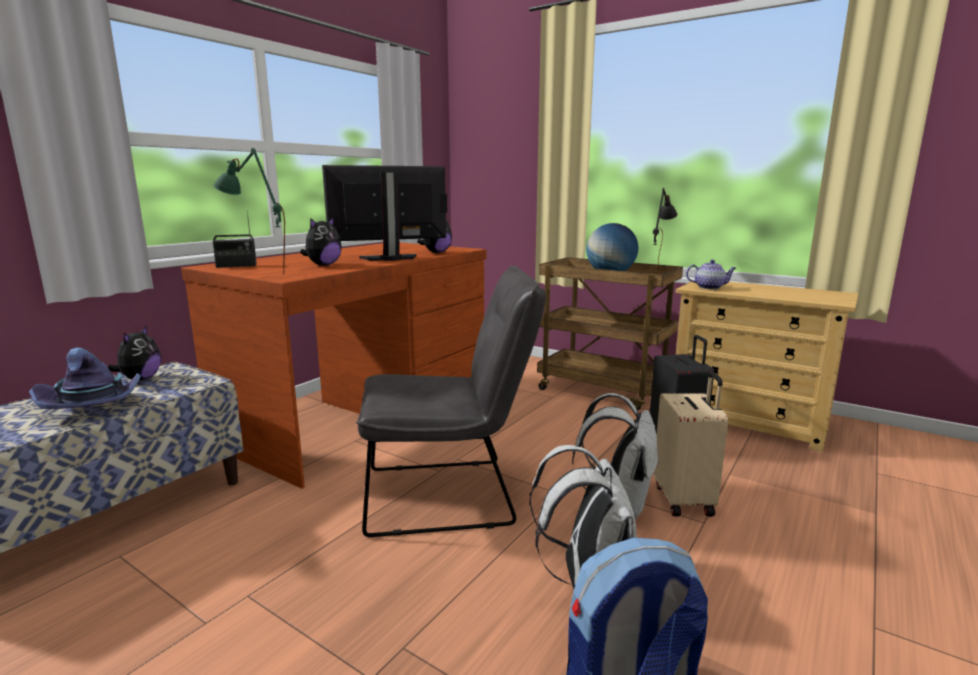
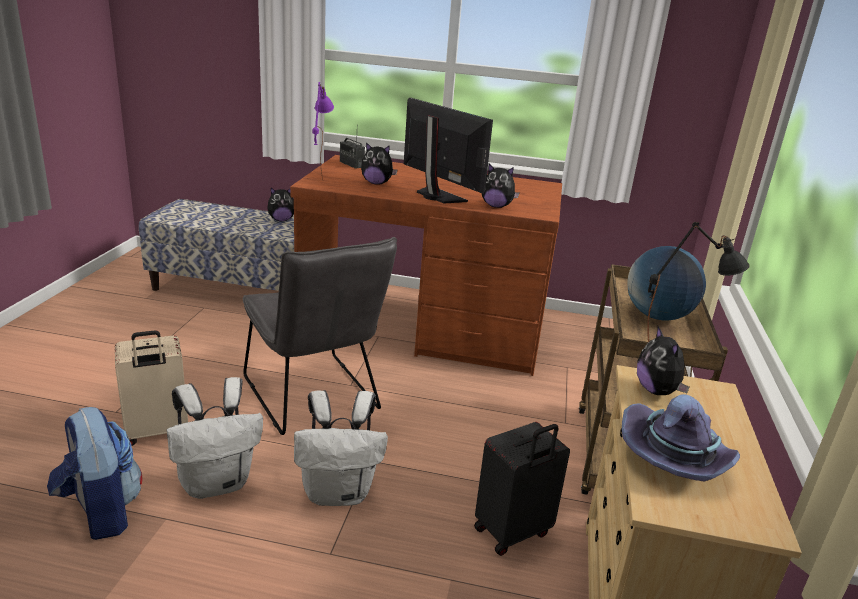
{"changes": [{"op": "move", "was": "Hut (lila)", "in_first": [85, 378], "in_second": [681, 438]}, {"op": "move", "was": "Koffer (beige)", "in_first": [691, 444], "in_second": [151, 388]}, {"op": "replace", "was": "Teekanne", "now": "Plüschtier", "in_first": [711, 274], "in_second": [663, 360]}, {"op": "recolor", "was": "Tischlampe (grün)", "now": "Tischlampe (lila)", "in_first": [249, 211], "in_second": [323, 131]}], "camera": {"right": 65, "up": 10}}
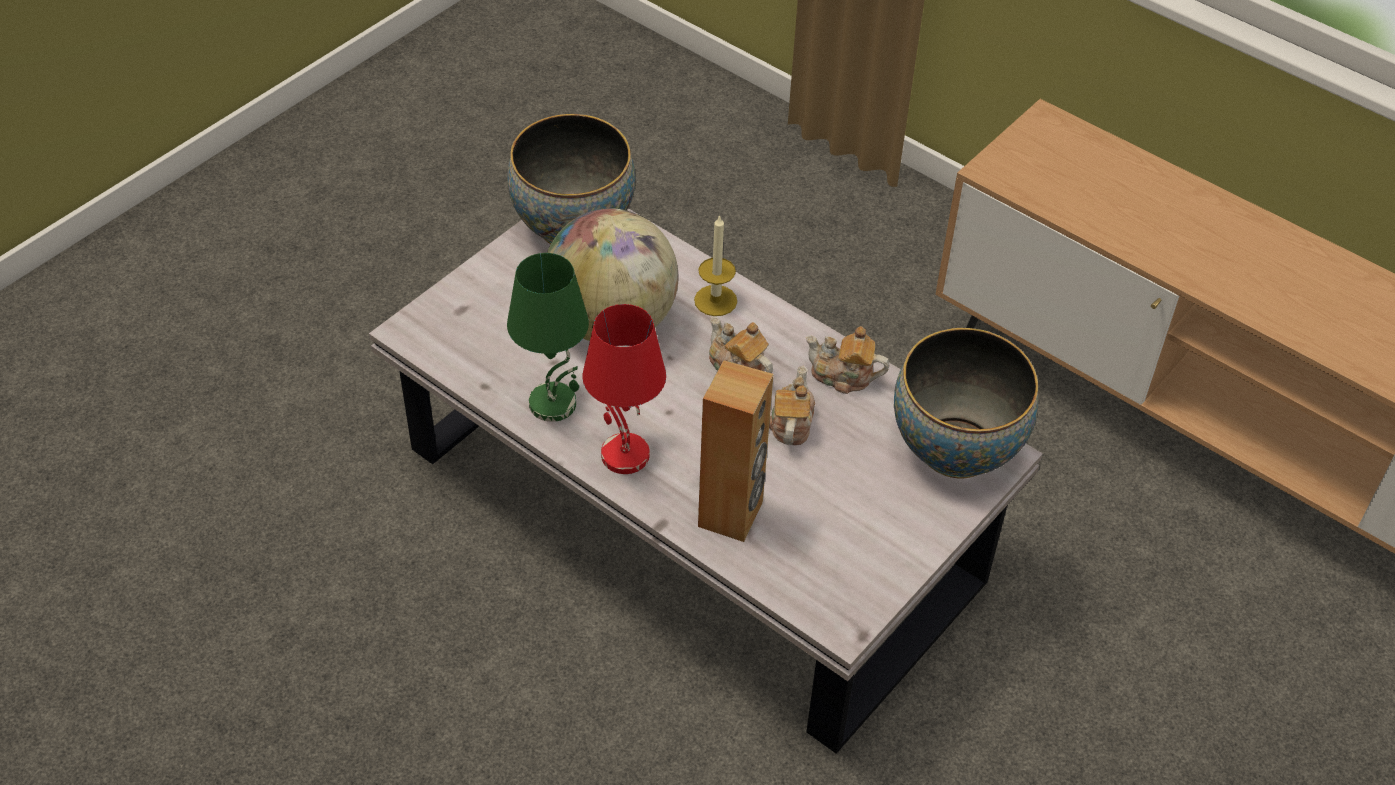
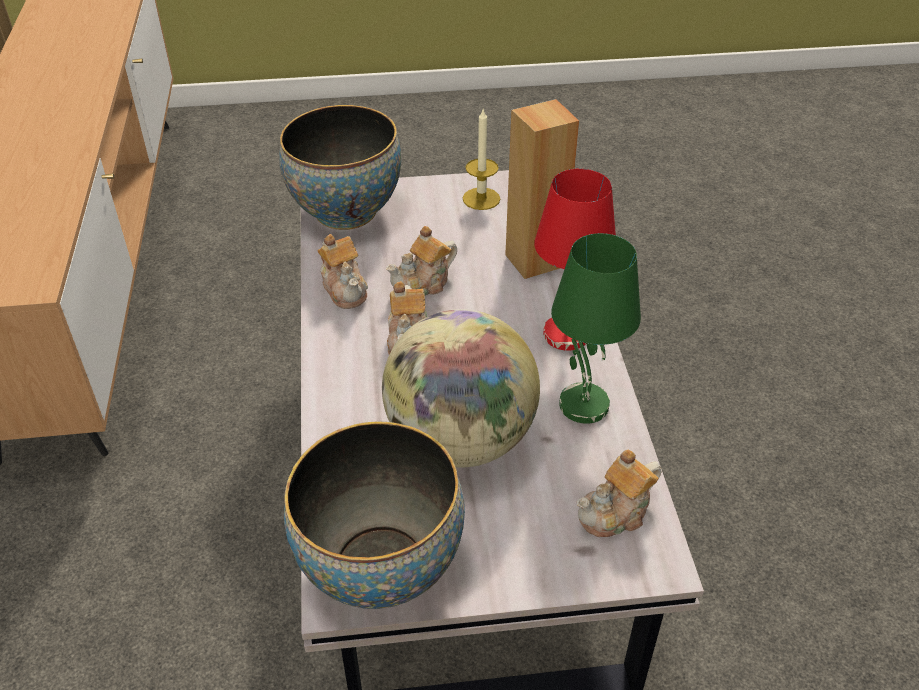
{"changes": [{"op": "insert", "now": "Teekanne", "in_second": [619, 493]}, {"op": "move", "was": "Kerze", "in_first": [715, 265], "in_second": [481, 159]}], "camera": {"right": -135, "up": -5}}
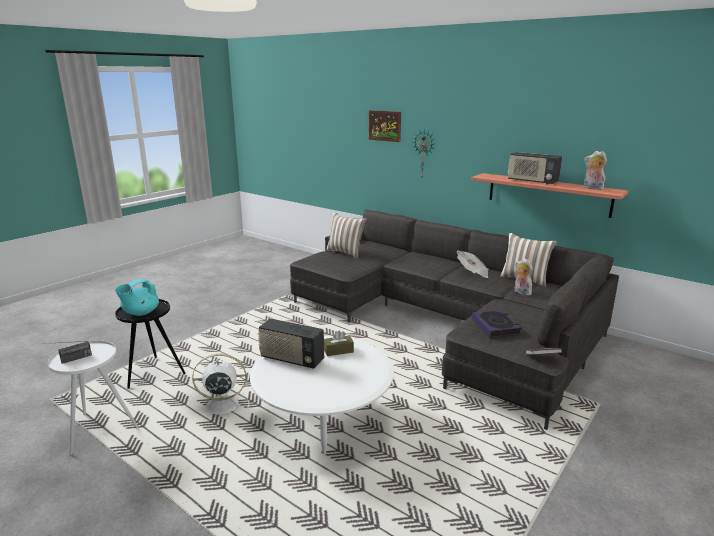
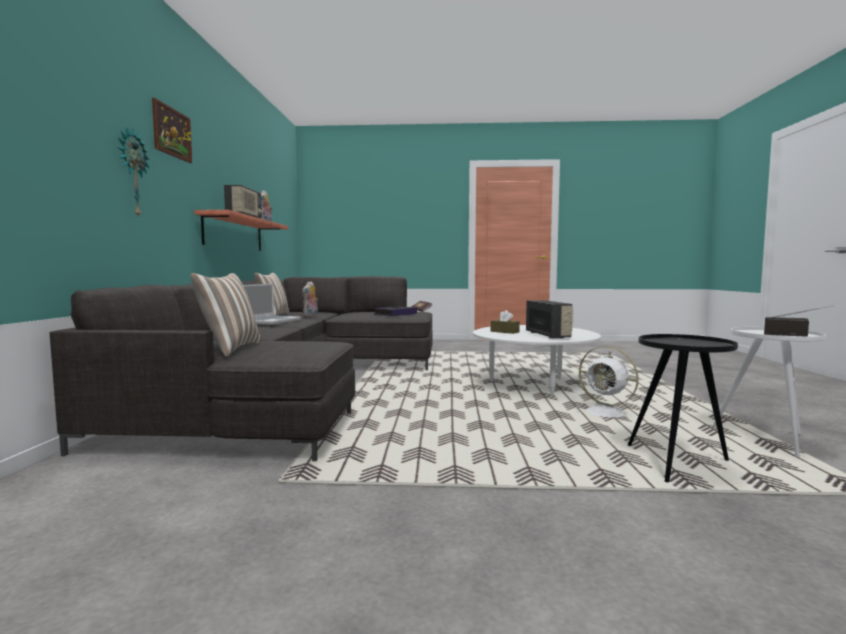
{"changes": [{"op": "delete", "was": "Teekanne (türkis)", "in_first": [137, 297]}, {"op": "move", "was": "Bild", "in_first": [385, 126], "in_second": [172, 130]}, {"op": "replace", "was": "Zeitung", "now": "Laptop", "in_first": [473, 264], "in_second": [272, 304]}], "camera": {"right": -125, "up": -15}}
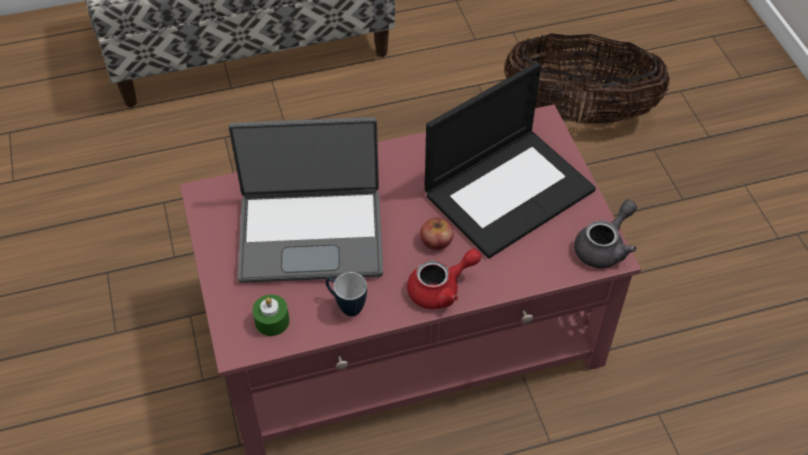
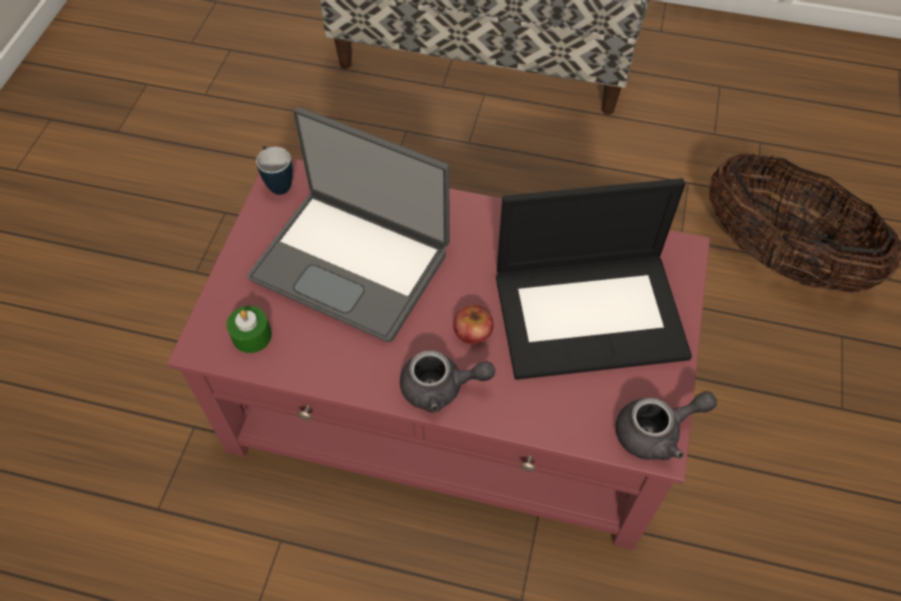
{"changes": [{"op": "move", "was": "Henkelbecher", "in_first": [346, 294], "in_second": [274, 170]}, {"op": "recolor", "was": "Teekanne (rot)", "now": "Teekanne (grau)", "in_first": [444, 279], "in_second": [447, 381]}], "camera": {"right": 30, "up": 5}}
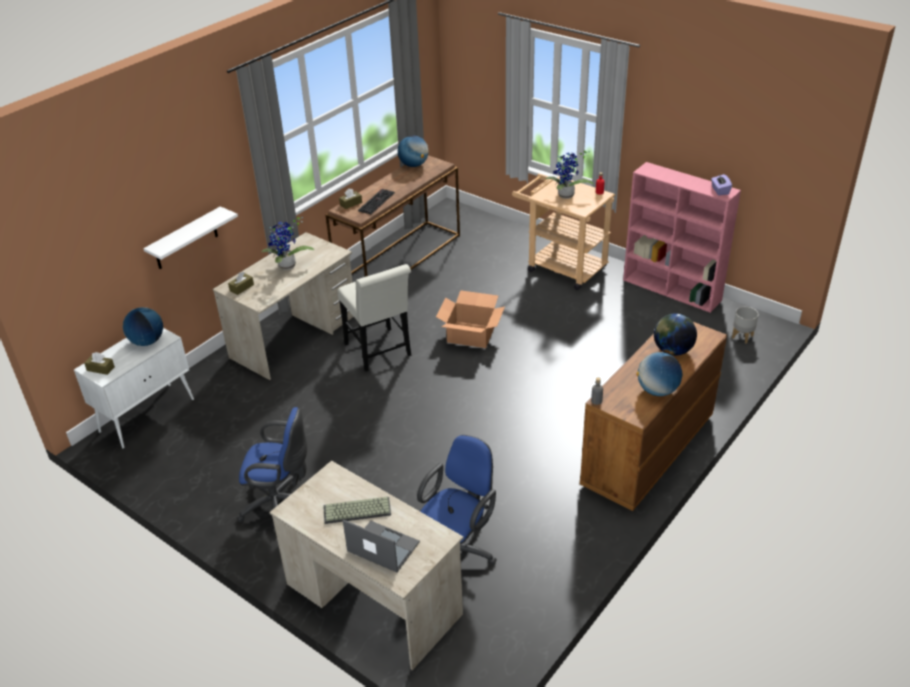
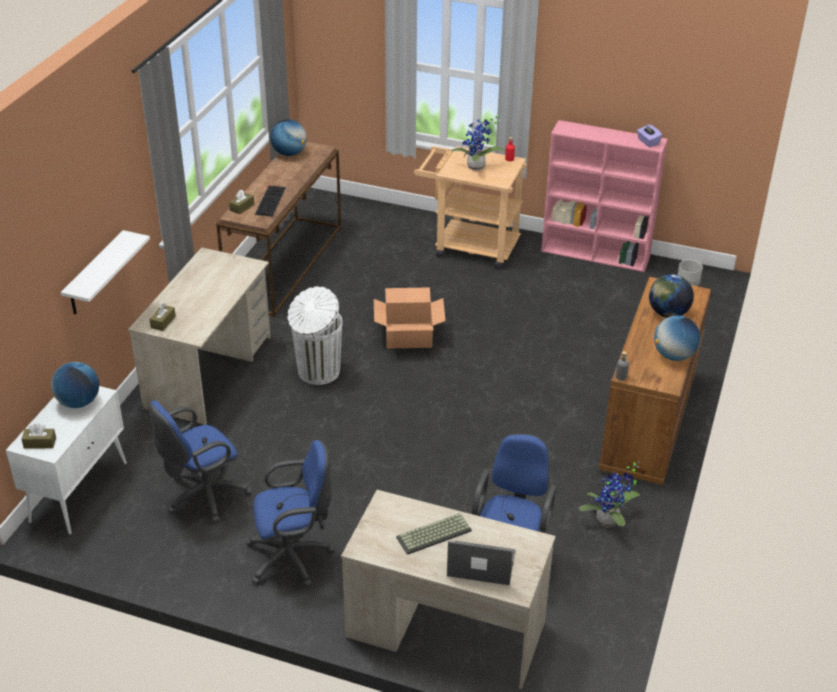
{"changes": [{"op": "insert", "now": "Bürostuhl (blau)", "in_second": [200, 462]}, {"op": "move", "was": "Topfpflanze", "in_first": [288, 243], "in_second": [609, 494]}, {"op": "replace", "was": "Stuhl (weiß)", "now": "Mülleimer (weiß)", "in_first": [374, 318], "in_second": [314, 335]}], "camera": {"right": -20, "up": 0}}
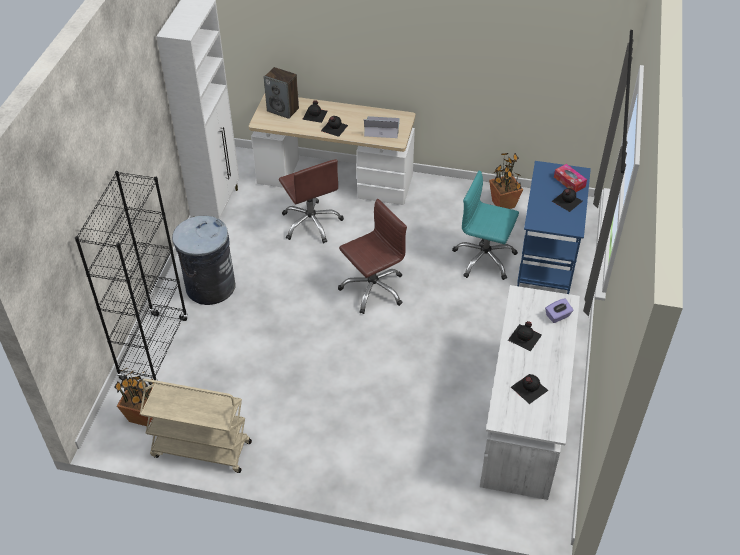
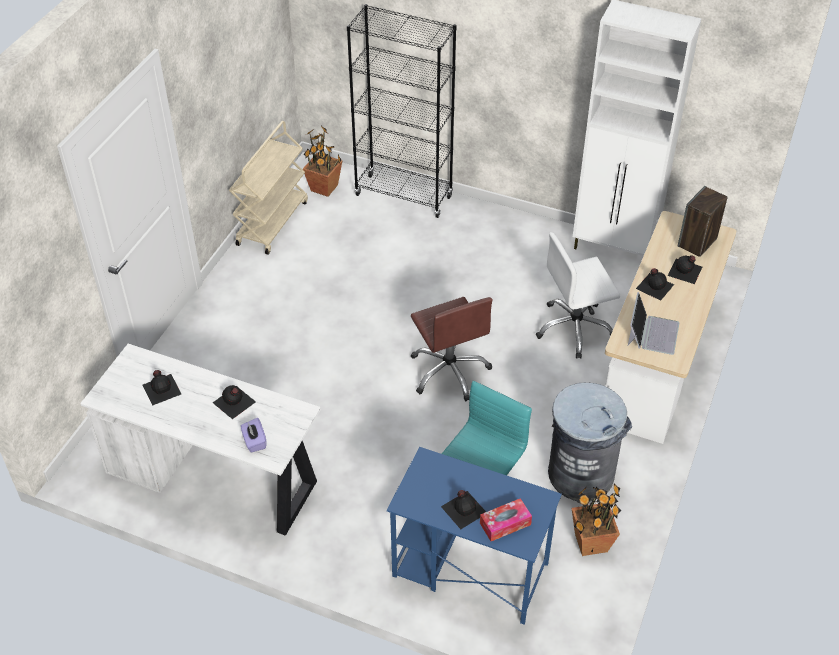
{"changes": [{"op": "move", "was": "Mülleimer (grau)", "in_first": [204, 260], "in_second": [590, 442]}, {"op": "recolor", "was": "Bürostuhl (braun)", "now": "Bürostuhl (weiß)", "in_first": [311, 201], "in_second": [578, 295]}], "camera": {"right": 100, "up": 0}}
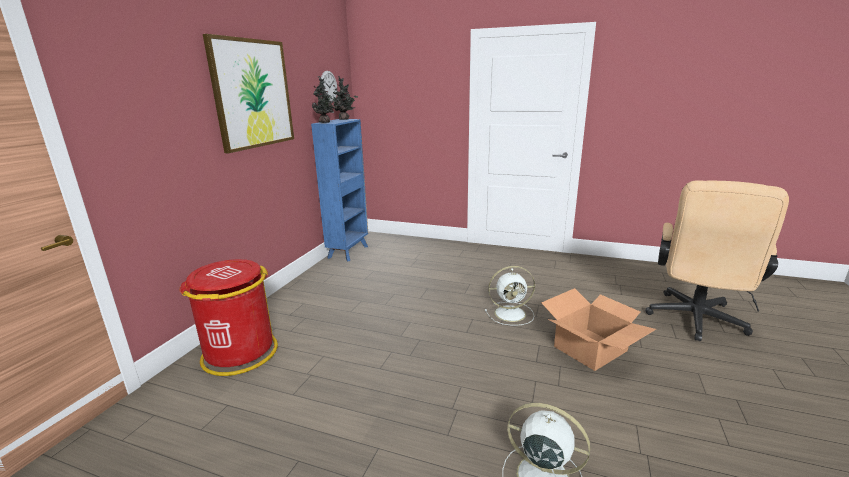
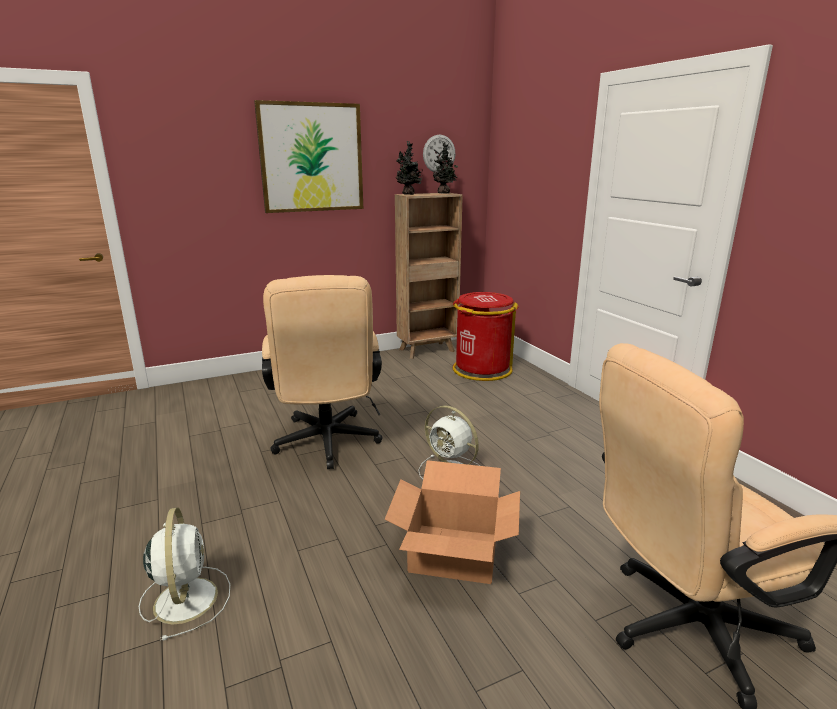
{"changes": [{"op": "insert", "now": "Bürostuhl (beige)", "in_second": [322, 372]}, {"op": "move", "was": "Mülleimer (rot)", "in_first": [228, 317], "in_second": [486, 336]}, {"op": "recolor", "was": "Bücherregal (blau)", "now": "Bücherregal (braun)", "in_first": [339, 190], "in_second": [429, 276]}], "camera": {"right": 45, "up": 0}}
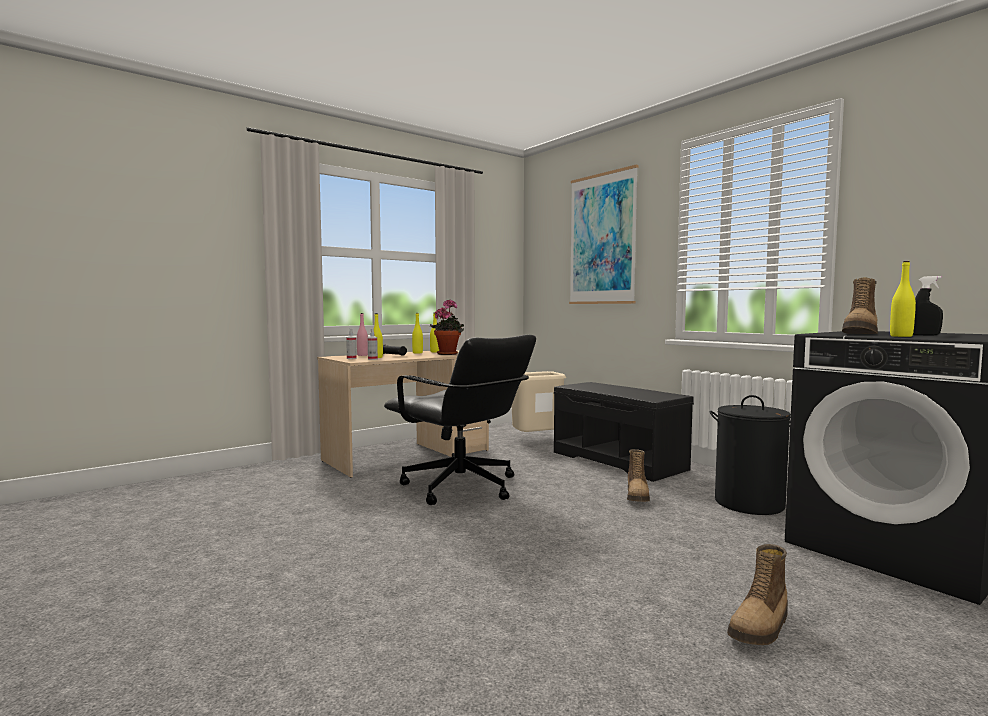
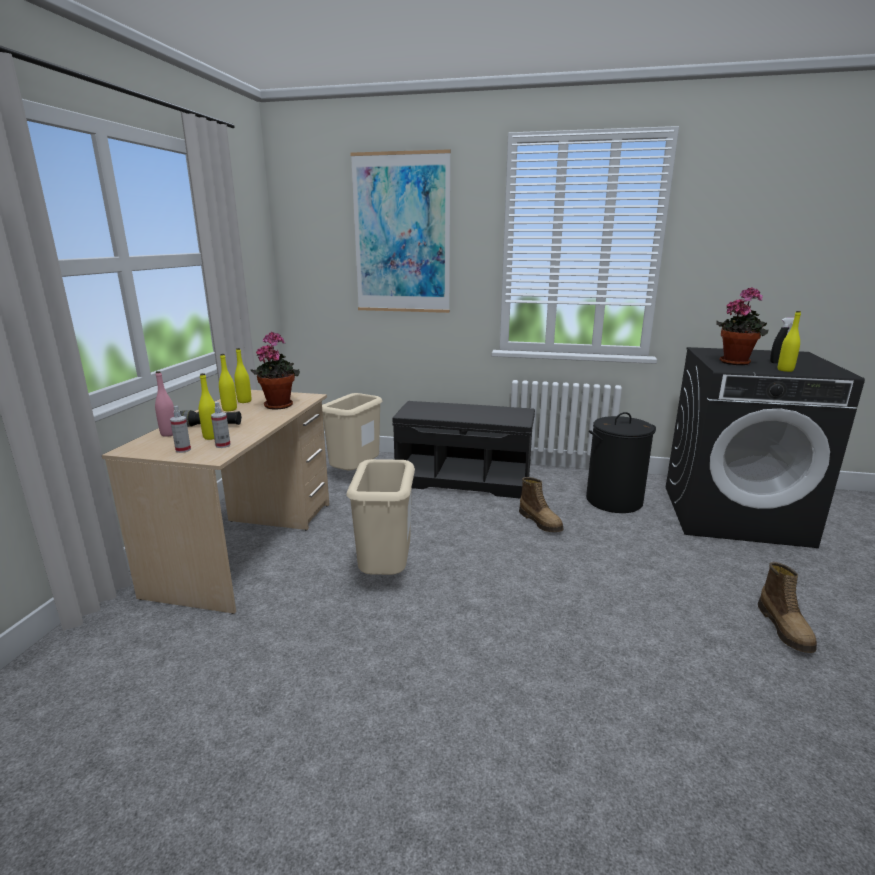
{"changes": [{"op": "replace", "was": "Bürostuhl (schwarz)", "now": "Mülleimer (beige)", "in_first": [460, 419], "in_second": [381, 517]}, {"op": "replace", "was": "Stiefel", "now": "Topfpflanze", "in_first": [860, 306], "in_second": [742, 326]}], "camera": {"right": -40, "up": 15}}
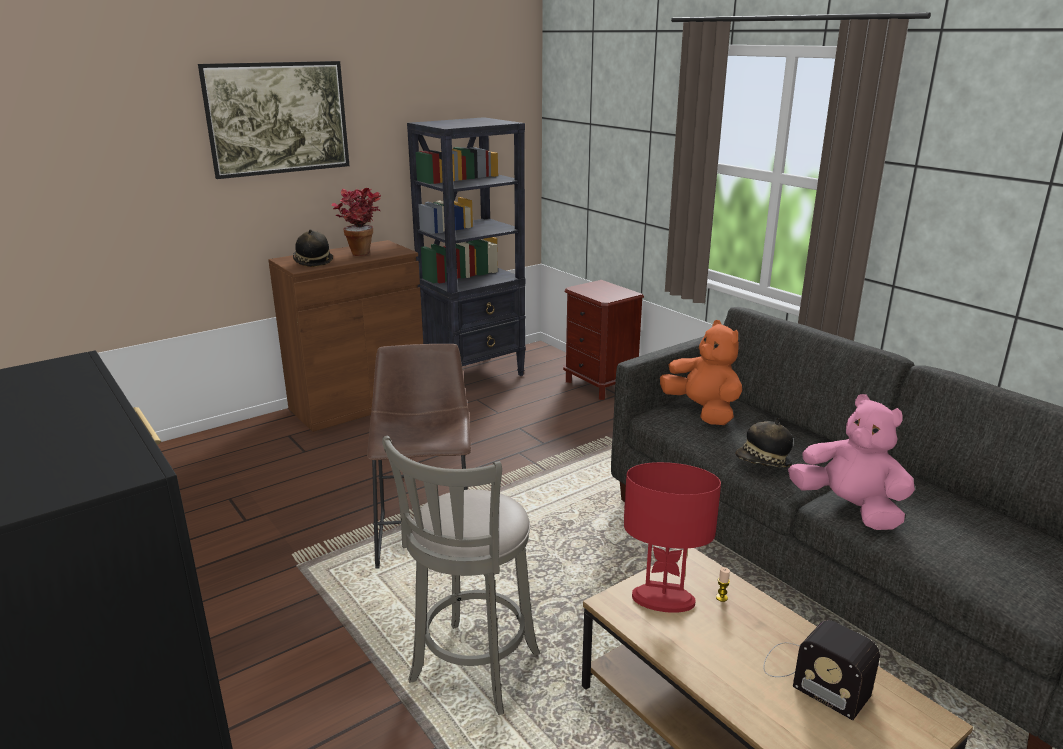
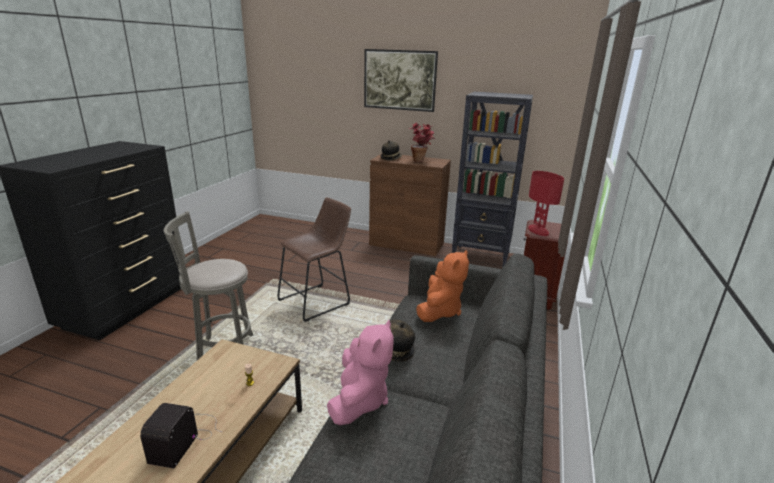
{"changes": [{"op": "move", "was": "Tischlampe (rot)", "in_first": [672, 537], "in_second": [546, 203]}], "camera": {"right": 55, "up": 0}}
